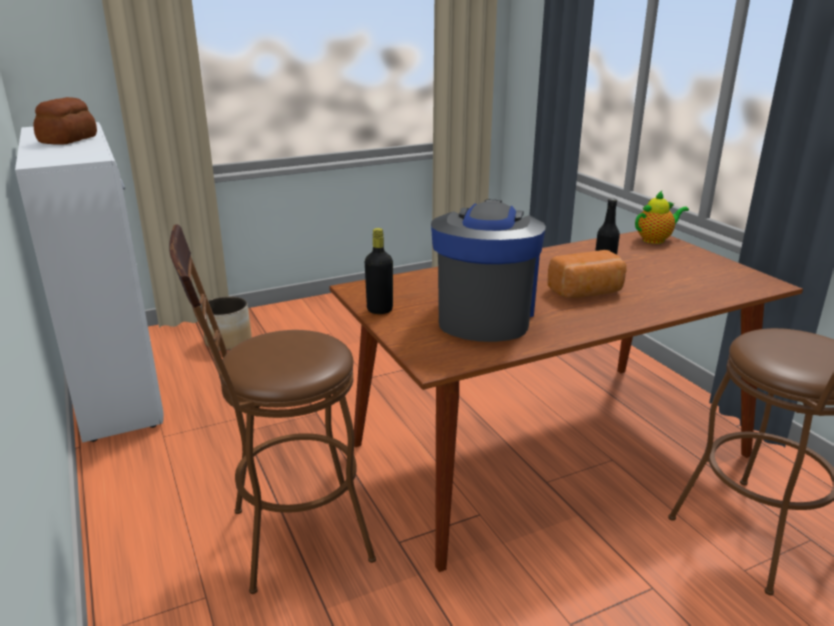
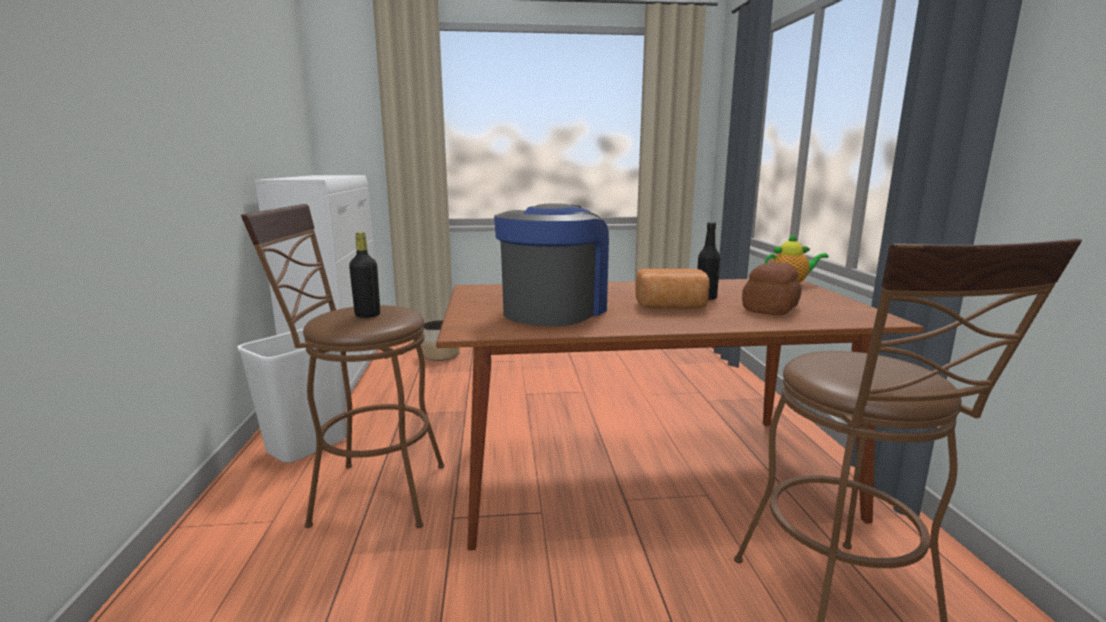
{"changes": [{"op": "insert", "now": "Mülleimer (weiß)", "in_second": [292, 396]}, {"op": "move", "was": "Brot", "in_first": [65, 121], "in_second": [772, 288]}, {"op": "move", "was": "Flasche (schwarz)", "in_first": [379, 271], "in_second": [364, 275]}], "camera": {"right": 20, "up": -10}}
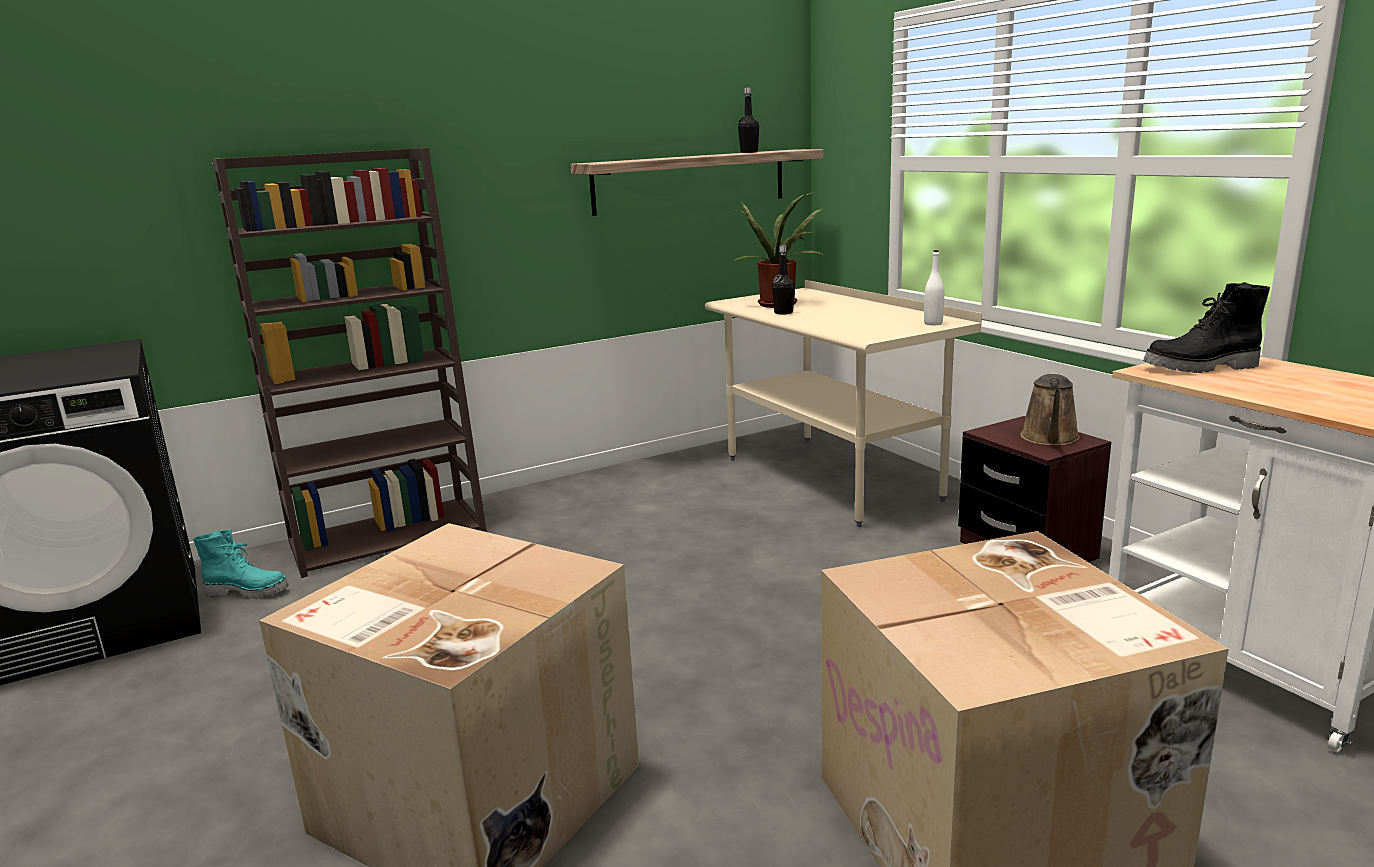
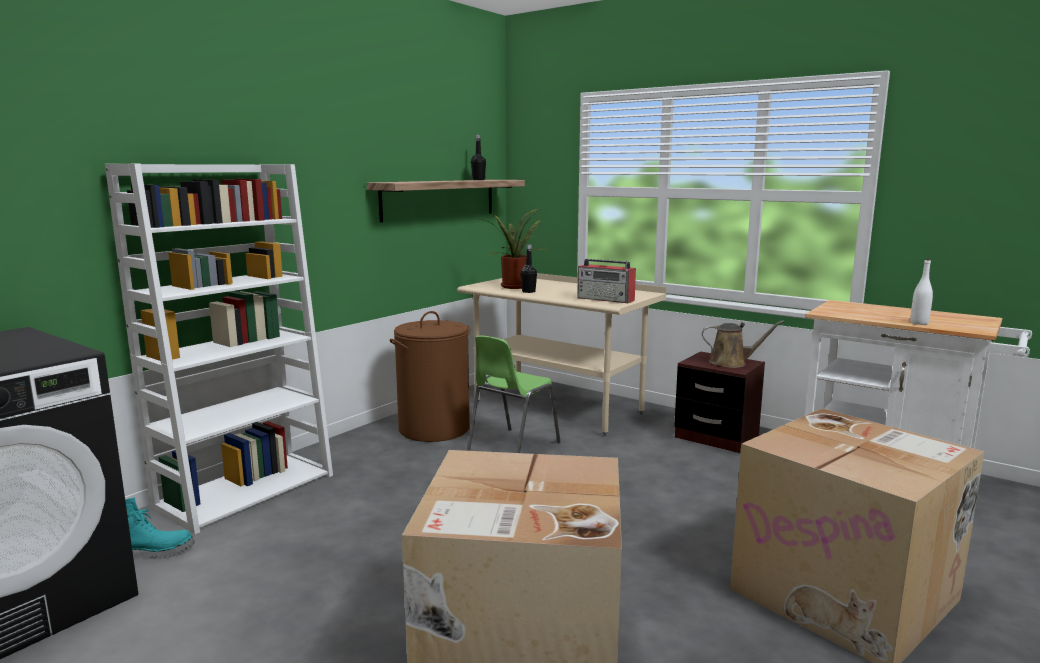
{"changes": [{"op": "delete", "was": "Stiefel (schwarz)", "in_first": [1206, 327]}, {"op": "insert", "now": "Wäschekorb (braun)", "in_second": [430, 376]}, {"op": "insert", "now": "Stuhl (grün)", "in_second": [514, 394]}, {"op": "insert", "now": "Radio", "in_second": [606, 281]}, {"op": "move", "was": "Flasche (weiß)", "in_first": [934, 287], "in_second": [921, 292]}, {"op": "recolor", "was": "Bücherregal (braun)", "now": "Bücherregal (weiß)", "in_first": [349, 363], "in_second": [219, 349]}, {"op": "rotate", "was": "Gießkanne (braun)", "in_first": [1050, 409], "in_second": [743, 344], "clockwise": -75}], "camera": {"right": -25, "up": -5}}
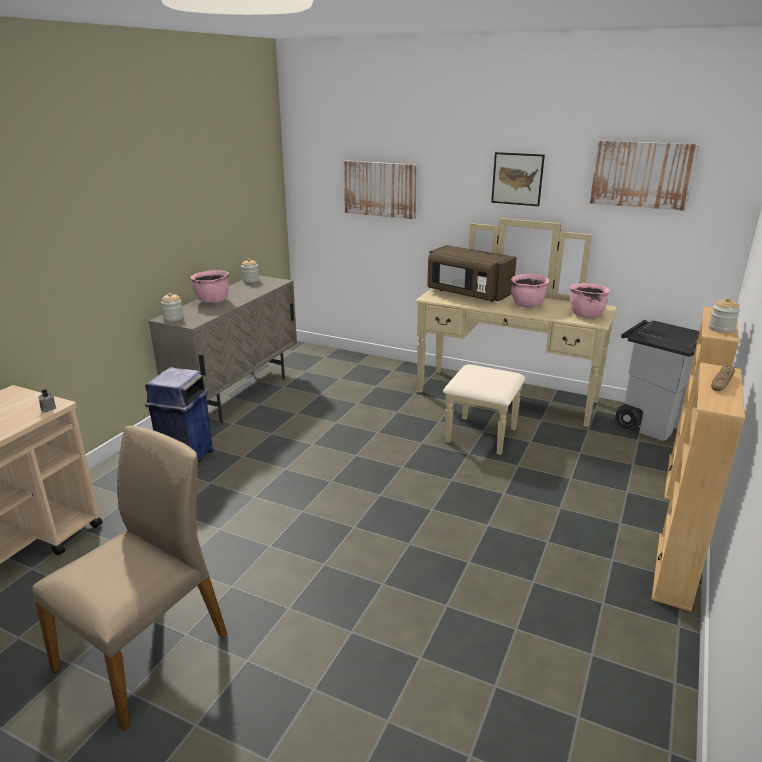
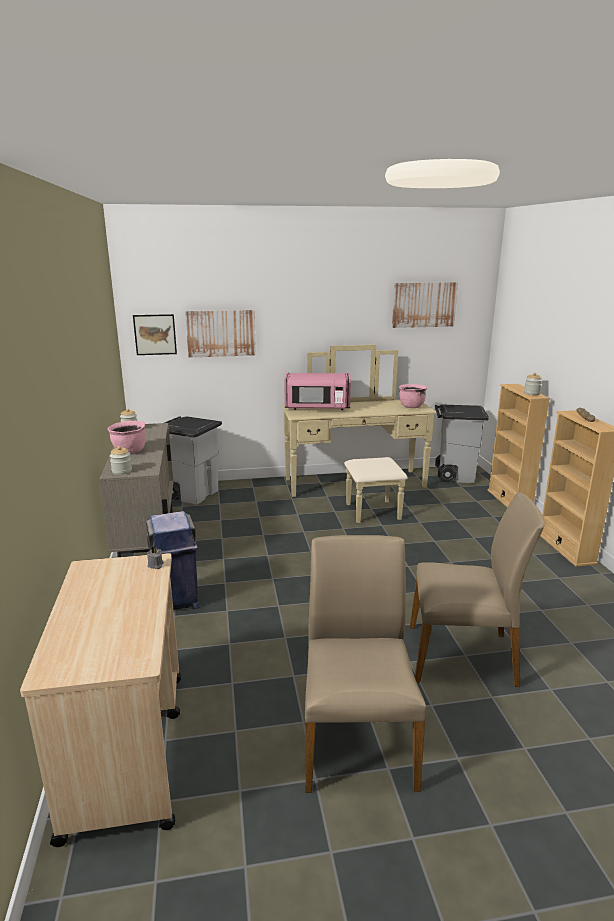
{"changes": [{"op": "delete", "was": "Kochtopf (rosa)", "in_first": [530, 290]}, {"op": "insert", "now": "Mülleimer (grau)", "in_second": [193, 460]}, {"op": "insert", "now": "Stuhl (beige)", "in_second": [477, 589]}, {"op": "move", "was": "Bild", "in_first": [518, 179], "in_second": [155, 334]}, {"op": "recolor", "was": "Mikrowelle (braun)", "now": "Mikrowelle (rosa)", "in_first": [472, 273], "in_second": [317, 391]}], "camera": {"right": -35, "up": -5}}
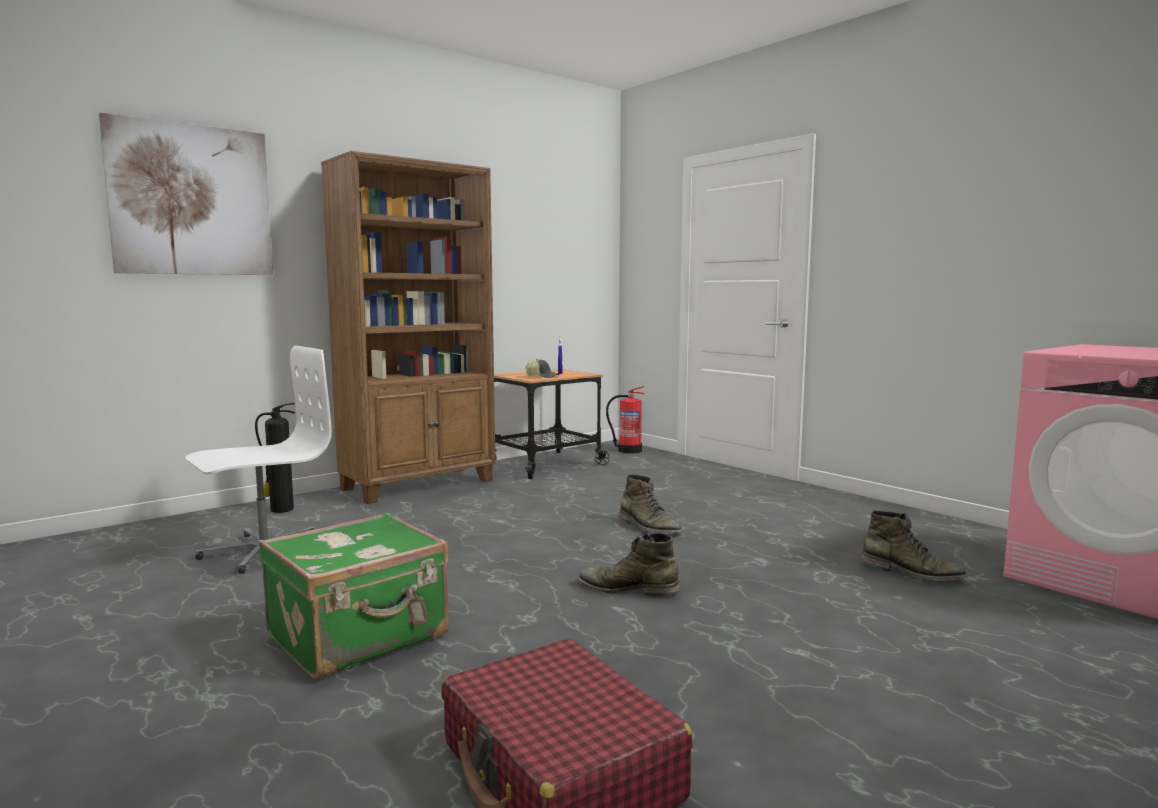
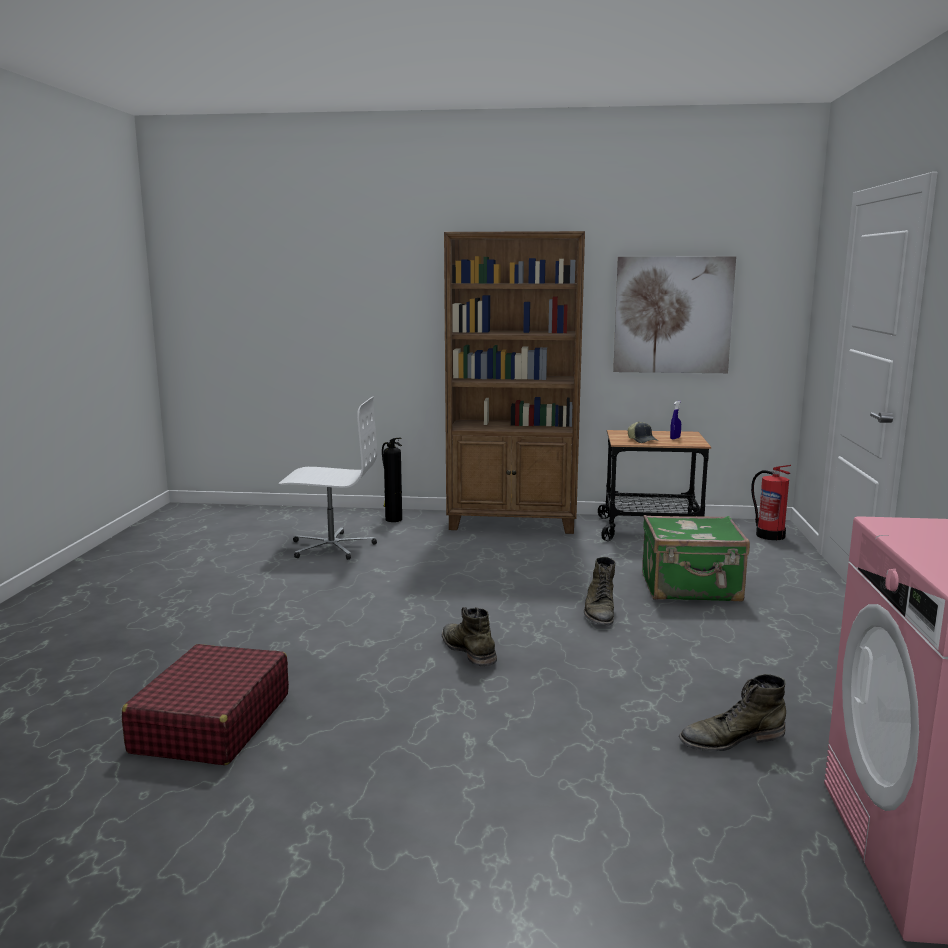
{"changes": [{"op": "move", "was": "Bild", "in_first": [186, 194], "in_second": [674, 315]}, {"op": "move", "was": "Koffer (grün)", "in_first": [353, 595], "in_second": [696, 558]}, {"op": "rotate", "was": "Stiefel (grün)", "in_first": [913, 546], "in_second": [732, 713], "clockwise": 90}], "camera": {"right": 45, "up": 5}}
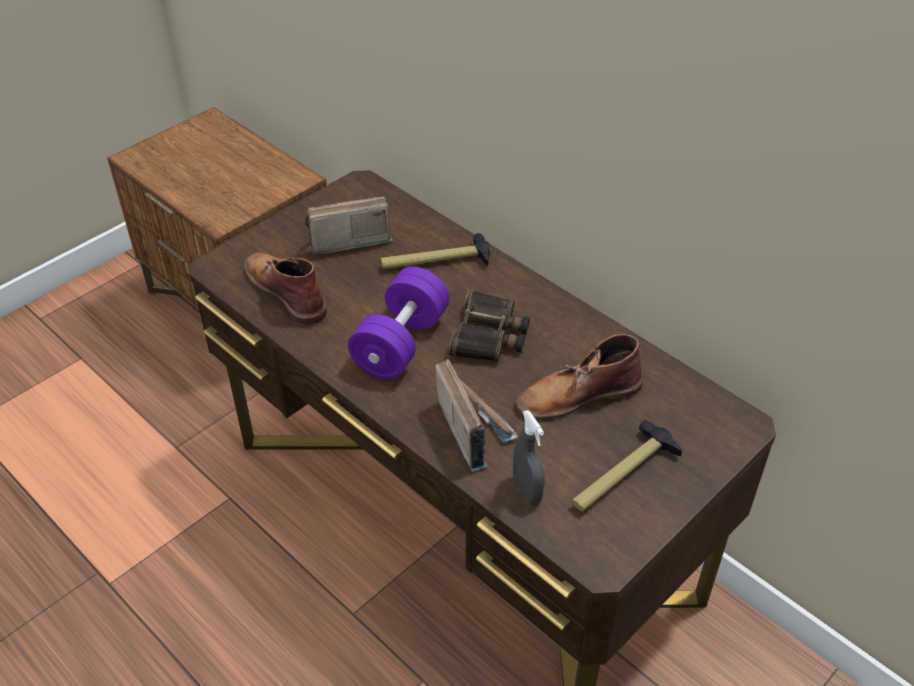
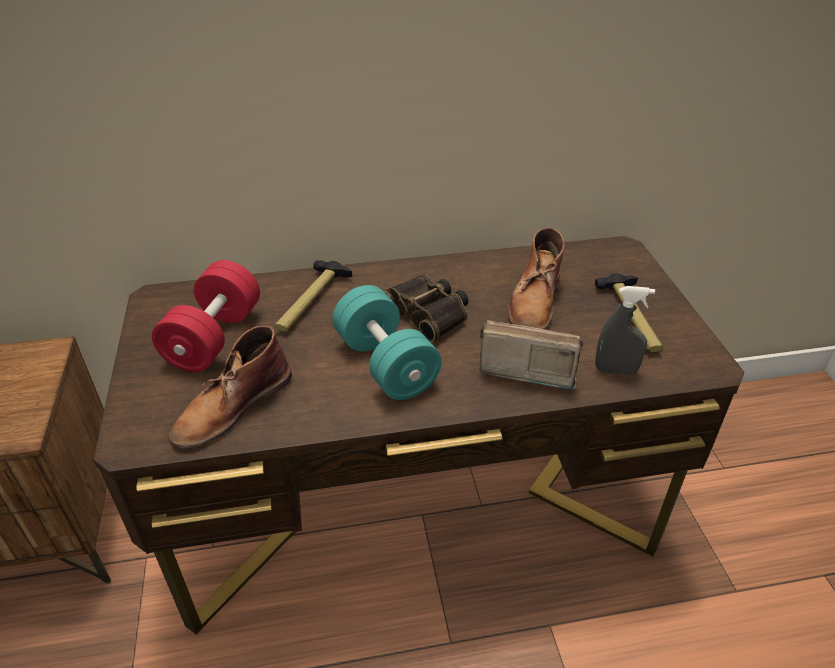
{"changes": [{"op": "replace", "was": "Radio", "now": "Hantel (rot)", "in_first": [348, 225], "in_second": [206, 316]}, {"op": "recolor", "was": "Hantel (lila)", "now": "Hantel (türkis)", "in_first": [398, 323], "in_second": [387, 342]}, {"op": "rotate", "was": "Stiefel (braun)", "in_first": [286, 288], "in_second": [230, 387], "clockwise": -45}], "camera": {"right": -55, "up": -5}}
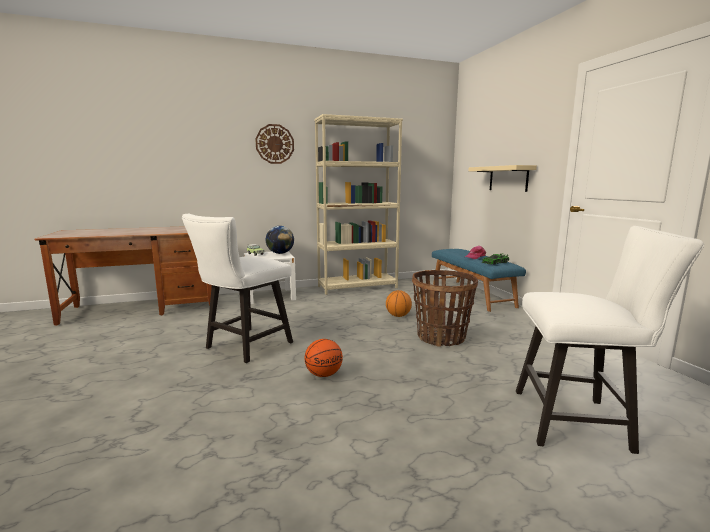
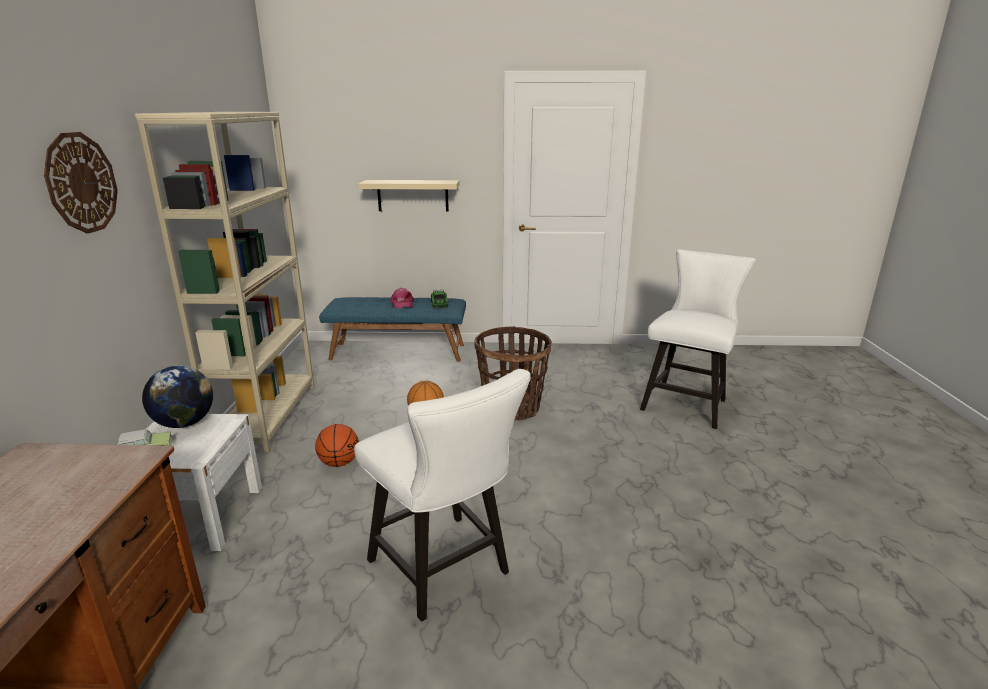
{"changes": [{"op": "move", "was": "Basketball", "in_first": [324, 358], "in_second": [337, 445]}], "camera": {"right": -70, "up": 10}}
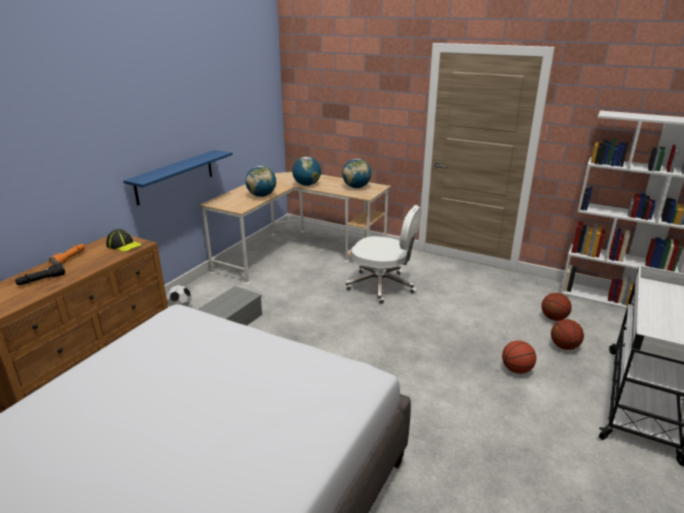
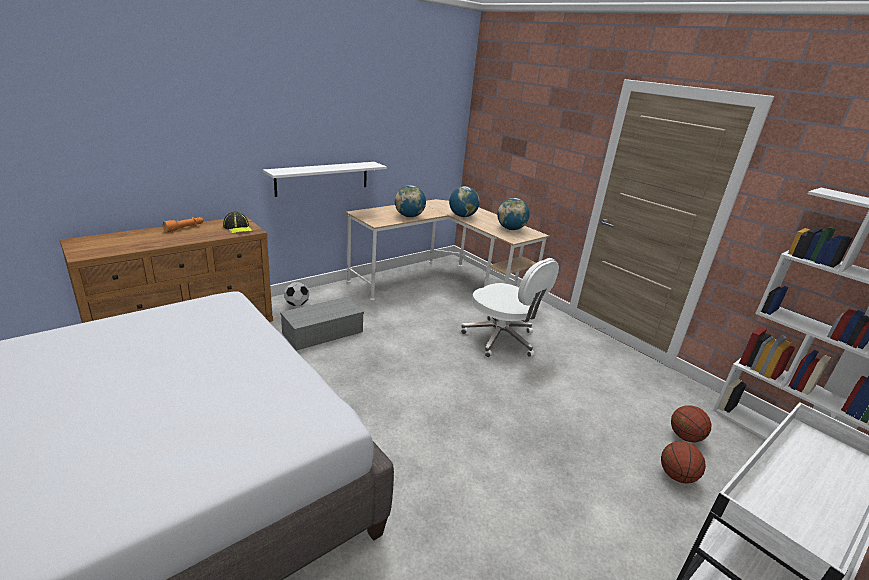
{"changes": [{"op": "delete", "was": "Taschenlampe (schwarz)", "in_first": [40, 274]}, {"op": "delete", "was": "Basketball", "in_first": [519, 357]}, {"op": "recolor", "was": "Wandregal (blau)", "now": "Wandregal (weiß)", "in_first": [178, 178], "in_second": [325, 179]}], "camera": {"right": 20, "up": 0}}
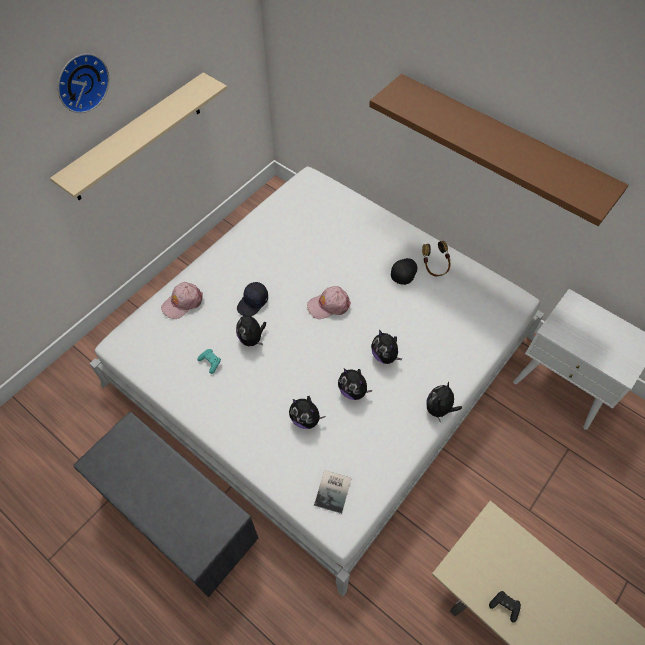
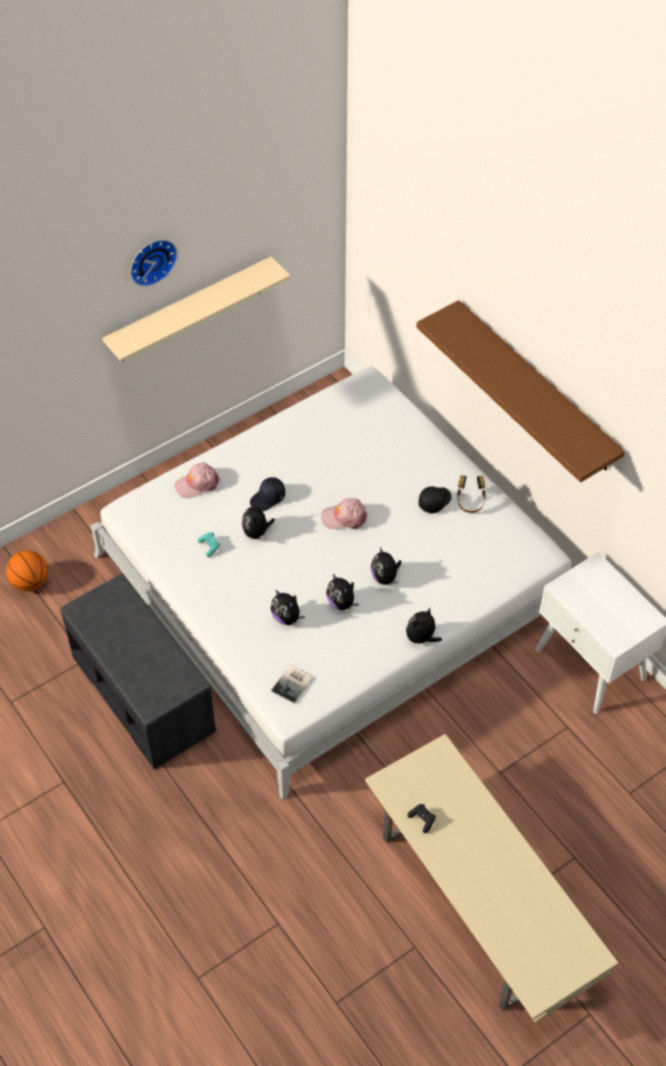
{"changes": [{"op": "insert", "now": "Basketball", "in_second": [27, 570]}], "camera": {"right": 15, "up": -5}}
